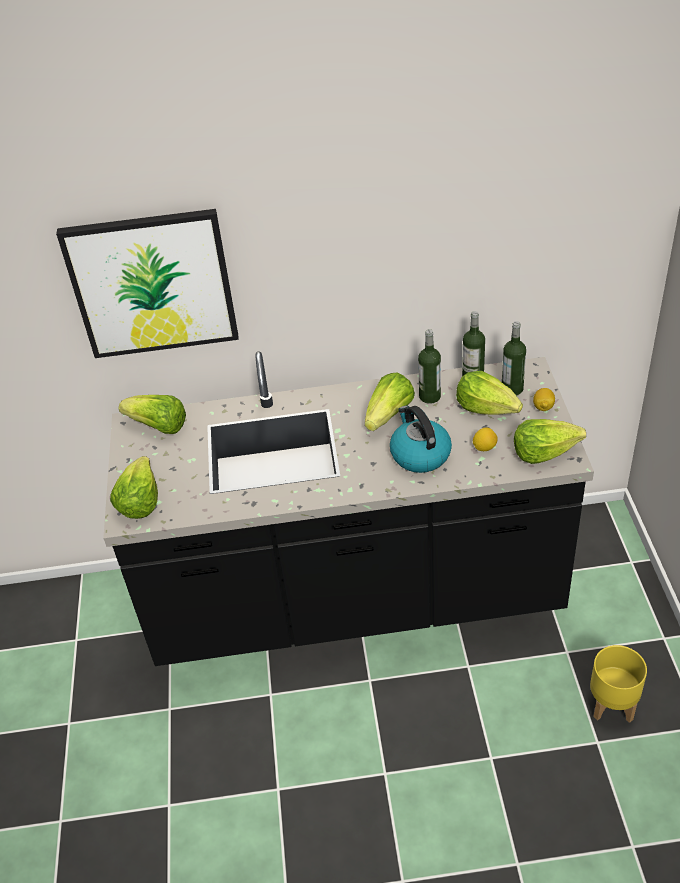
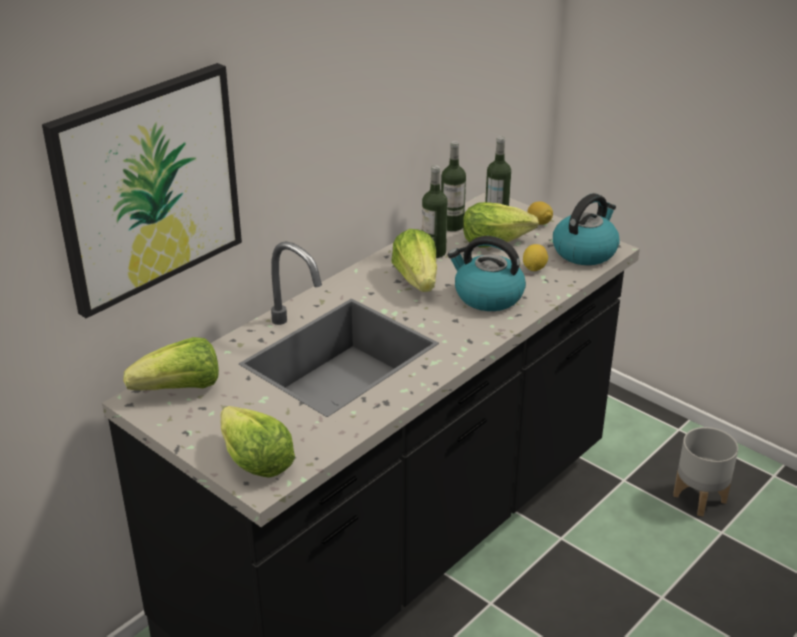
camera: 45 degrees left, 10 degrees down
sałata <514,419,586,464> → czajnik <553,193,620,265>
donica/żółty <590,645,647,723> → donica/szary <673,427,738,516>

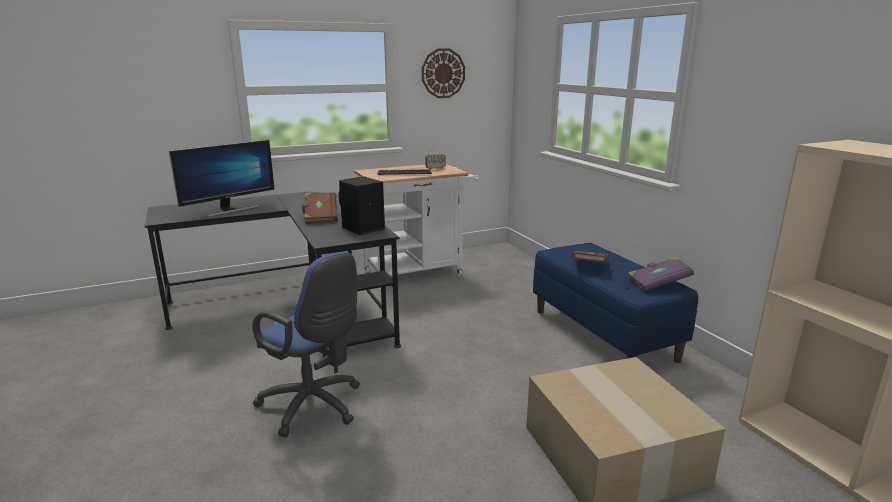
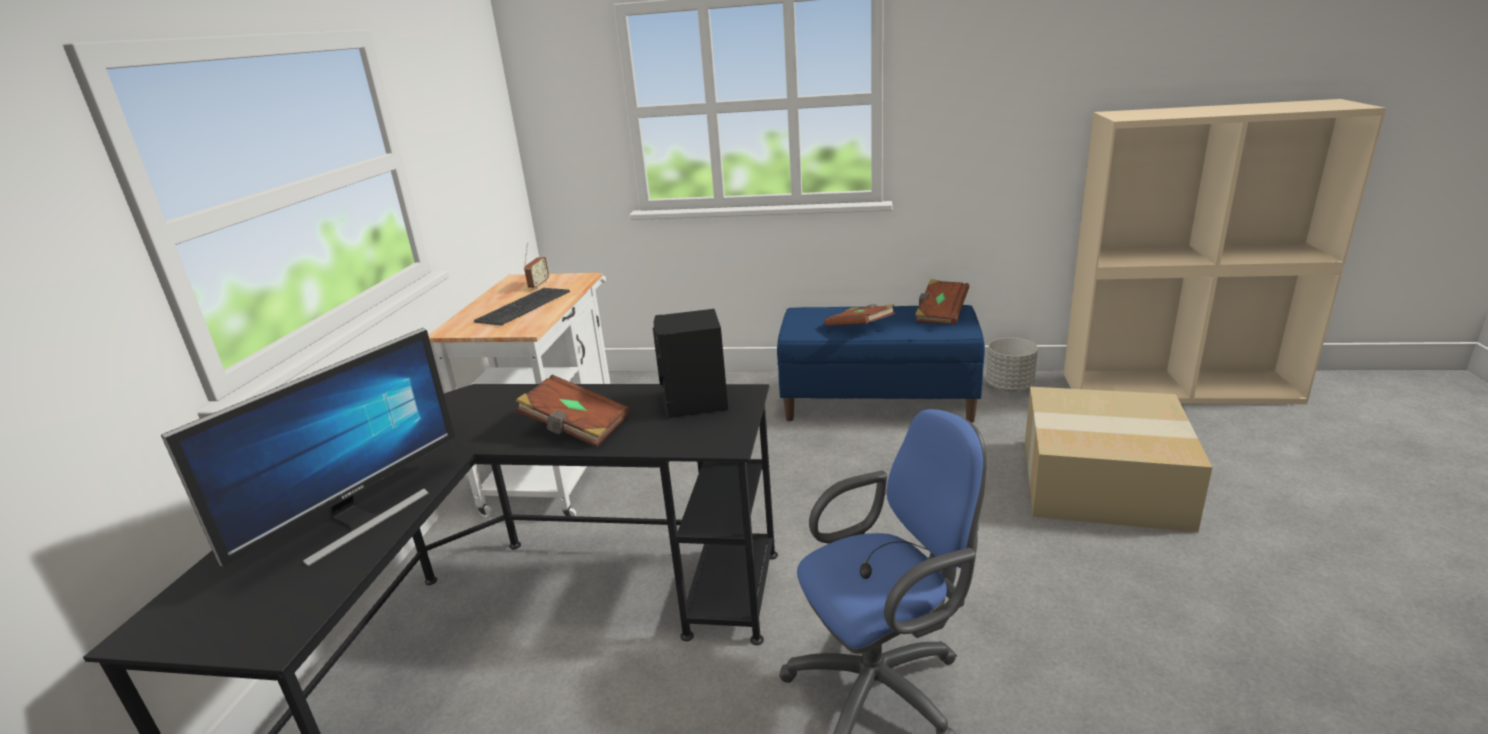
camera: 55 degrees left, 5 degrees up
zegar ścienny <422,48,465,98> → -
- → donica/szary <986,338,1038,391>
książka/fioletowy <628,257,694,292> → książka/brązowy <915,279,969,325>
monitor <169,139,274,217> → monitor <161,328,455,567>, 45 degrees clockwise

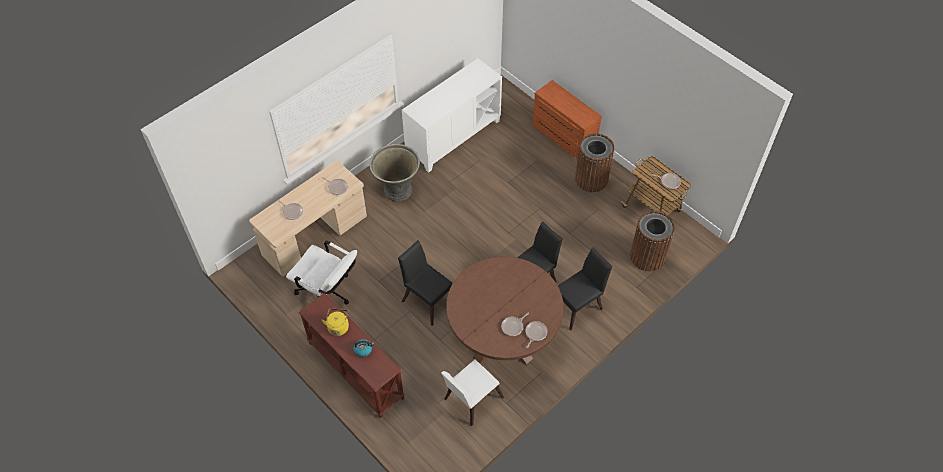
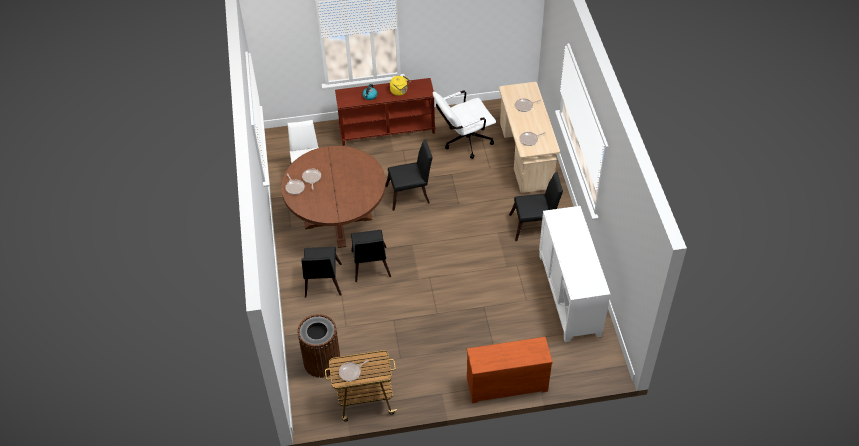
camera: 125 degrees right, 5 degrees down
kosz na śmieci/brązowy <575,133,614,192> → -
donica/szary <369,144,420,202> → krzesło/czarny <509,172,563,241>

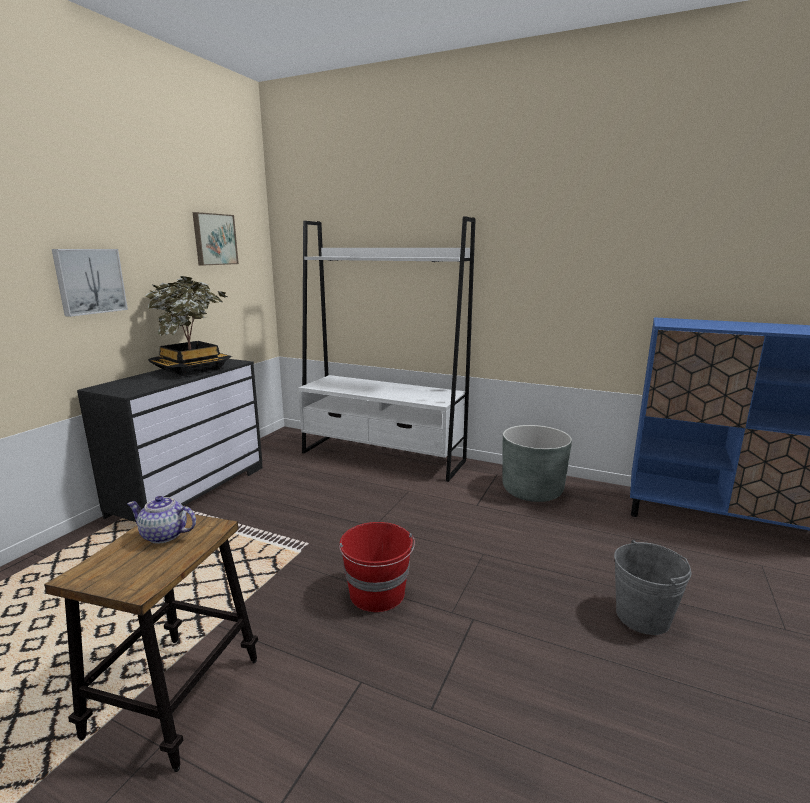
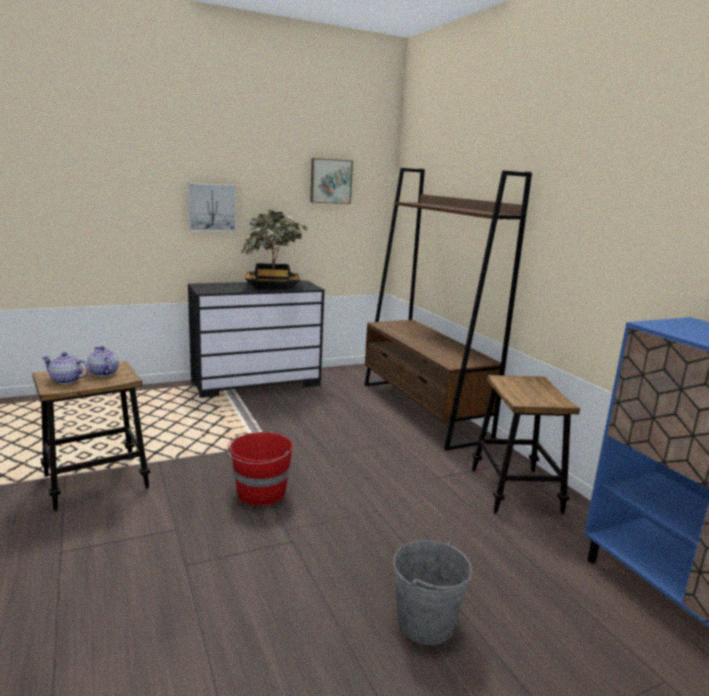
camera: 40 degrees right, 0 degrees up
- → imbryk <41,352,89,384>
donica/szary <502,425,572,502> → stołek <472,375,580,514>
regał/biały <298,216,476,482> → regał/brązowy <365,168,532,451>

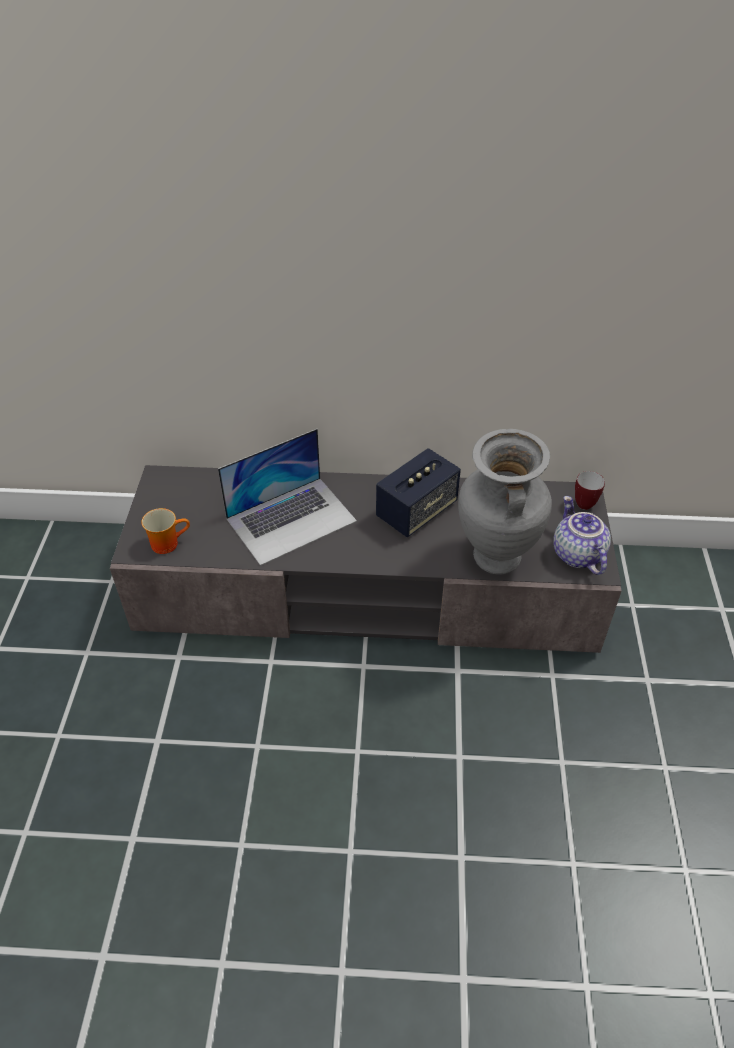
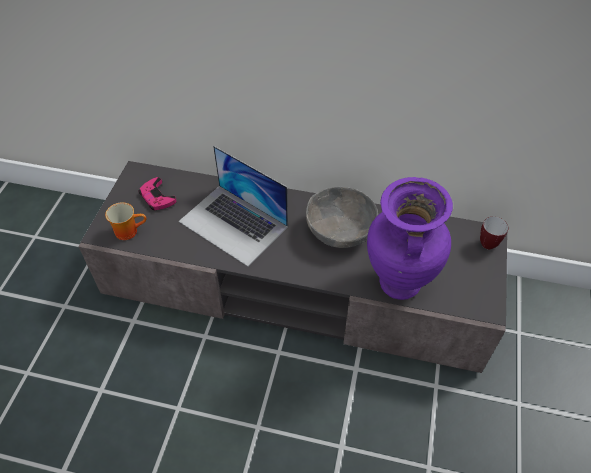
camera: 10 degrees right, 5 degrees up
imbryk <553,496,611,575> → -
- → pad do gier/różowy <139,177,177,210>
głośnik <376,448,461,537> → miska/szary <306,186,378,248>
wazon/szary <458,429,552,575> → wazon/fioletowy <367,177,453,300>
laptop <218,429,357,566> → laptop <179,146,288,266>, 60 degrees clockwise

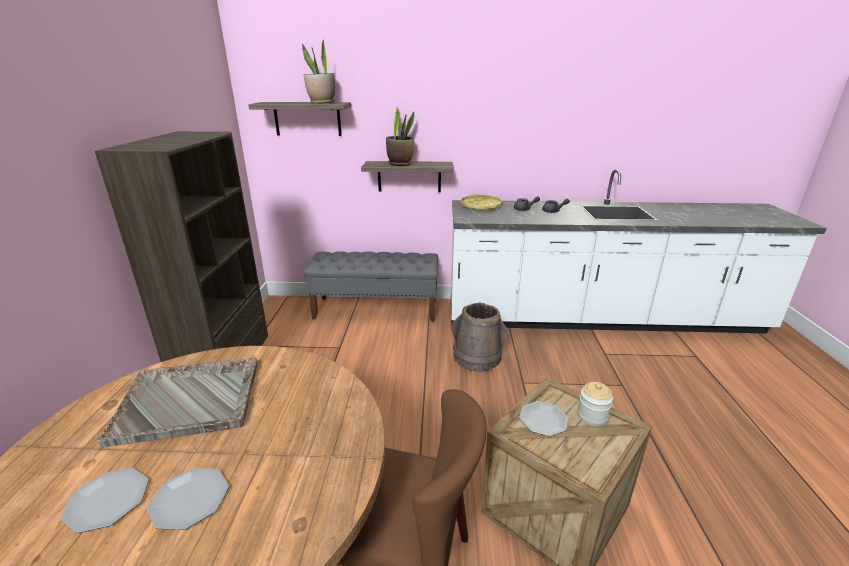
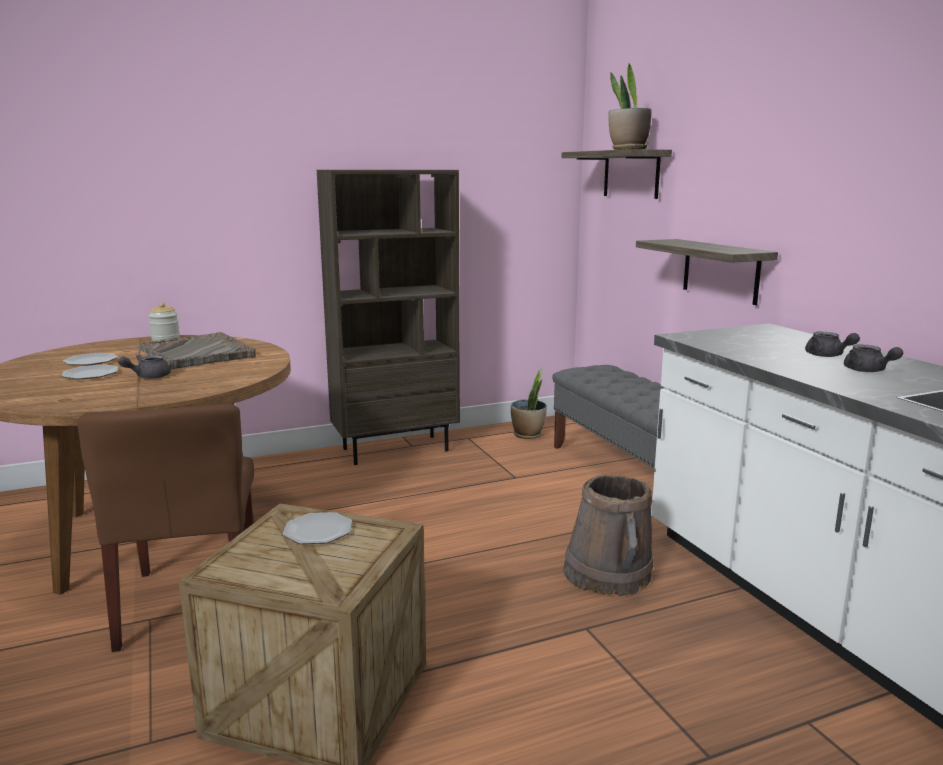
camera: 65 degrees right, 10 degrees down
taca/żółty <461,194,503,211> → -
- → imbryk/szary <118,355,171,379>
roślina doniczkowa <386,107,415,166> → roślina doniczkowa <511,369,547,439>, moved
słoik <577,382,613,426> → słoik <148,302,180,341>, moved

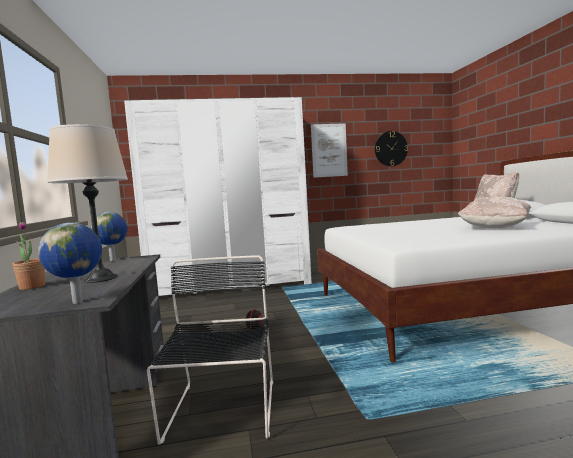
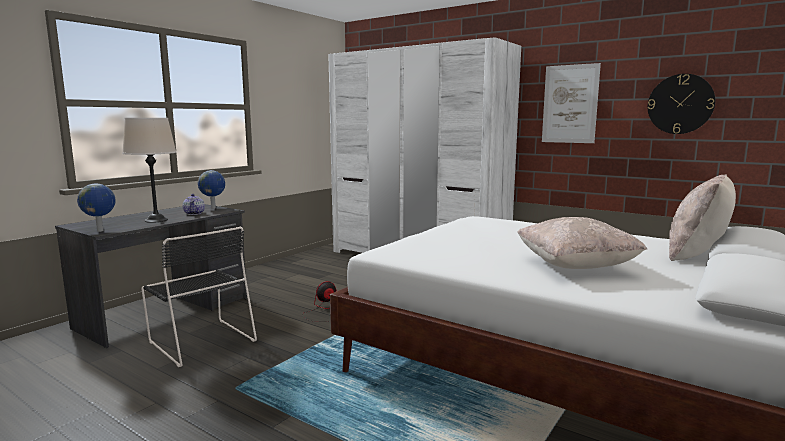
camera: 45 degrees right, 5 degrees up
roślina doniczkowa <13,222,45,290> → -
- → imbryk <183,194,205,215>
krzesło/czarny <147,255,273,445> → krzesło/czarny <141,227,257,367>, 90 degrees clockwise

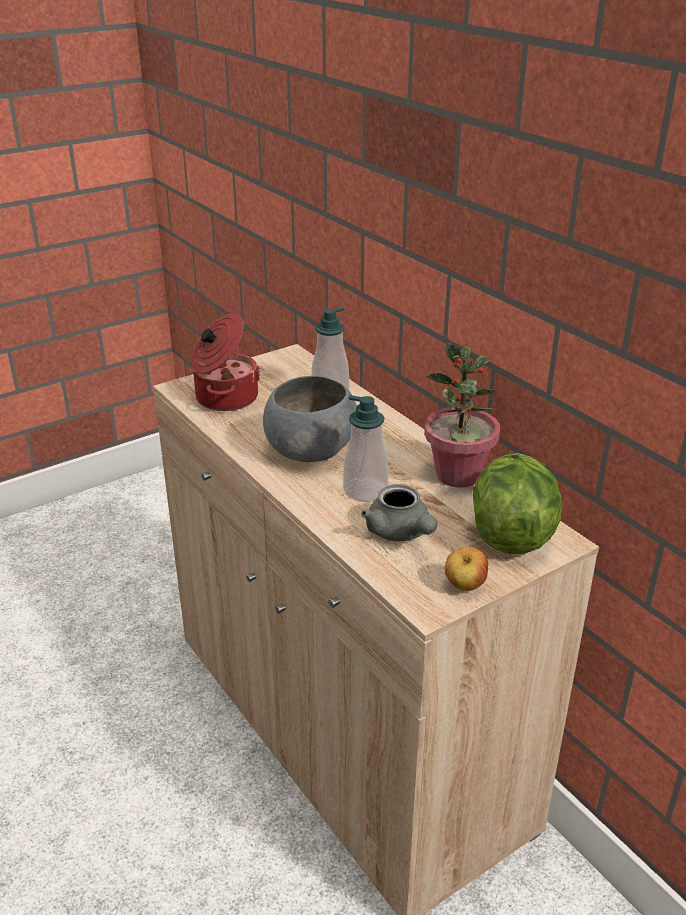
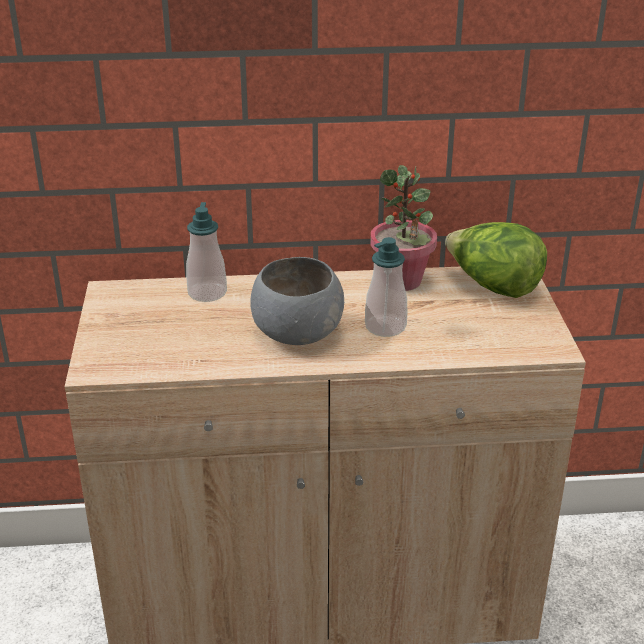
camera: 60 degrees left, 0 degrees up
garnek <191,313,260,411> → -
imbryk/szary <361,484,437,541> → -
jabłko <445,546,488,591> → -

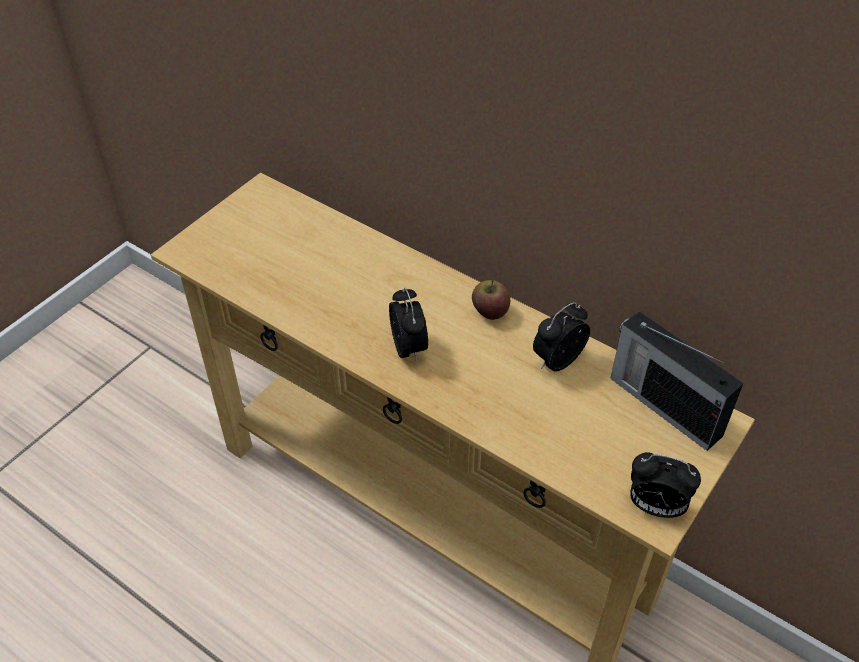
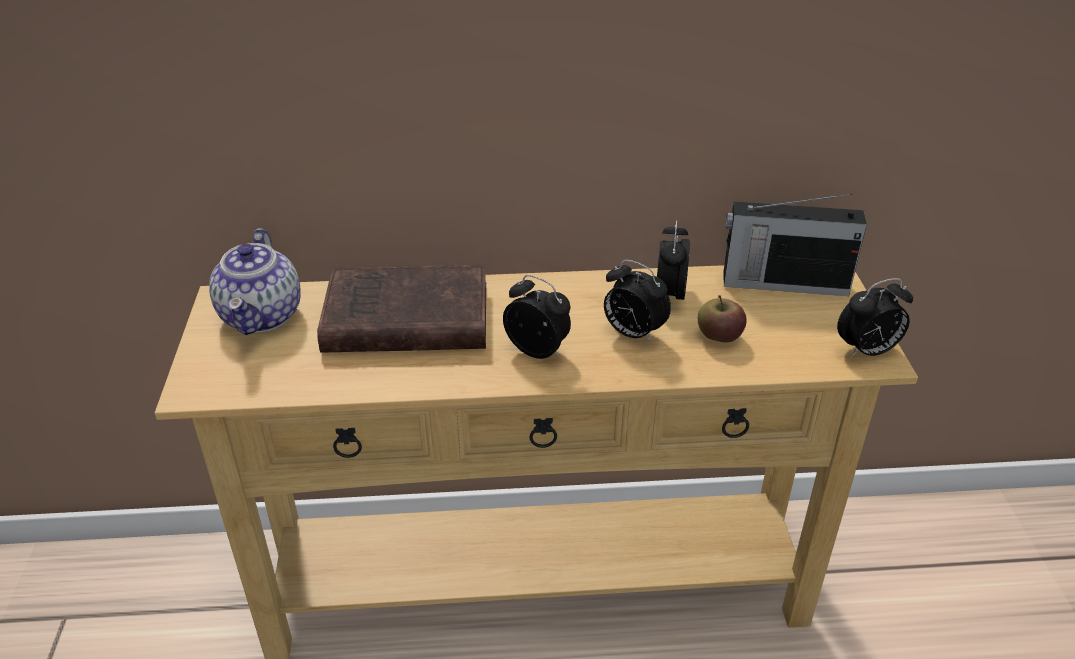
camera: 40 degrees left, 10 degrees down
- → imbryk <209,228,301,335>
- → książka/brązowy <317,265,486,353>
- → budzik <604,260,671,343>
jabłko <472,279,510,320> → jabłko <698,295,746,342>, moved

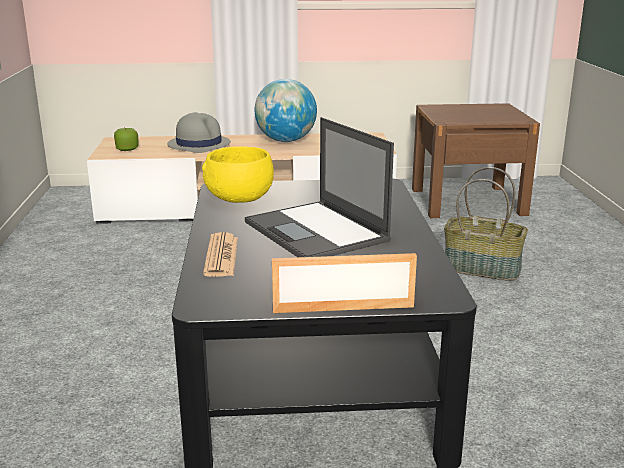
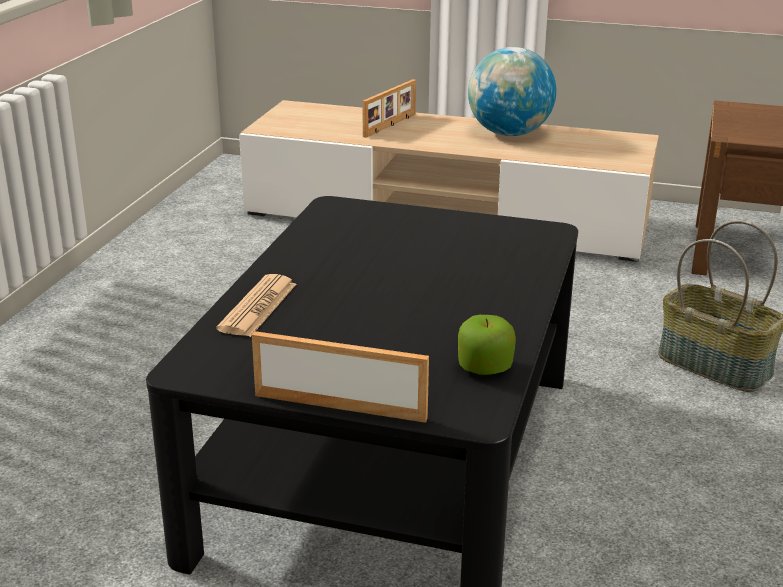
camera: 20 degrees right, 5 degrees up
miska/żółty <202,146,274,203> → -
laptop <245,117,394,257> → -
jabłko <114,128,138,151> → jabłko <458,315,516,375>, moved
kapelusz/szary <167,112,231,153> → ramka na zdjęcie <362,79,416,138>

